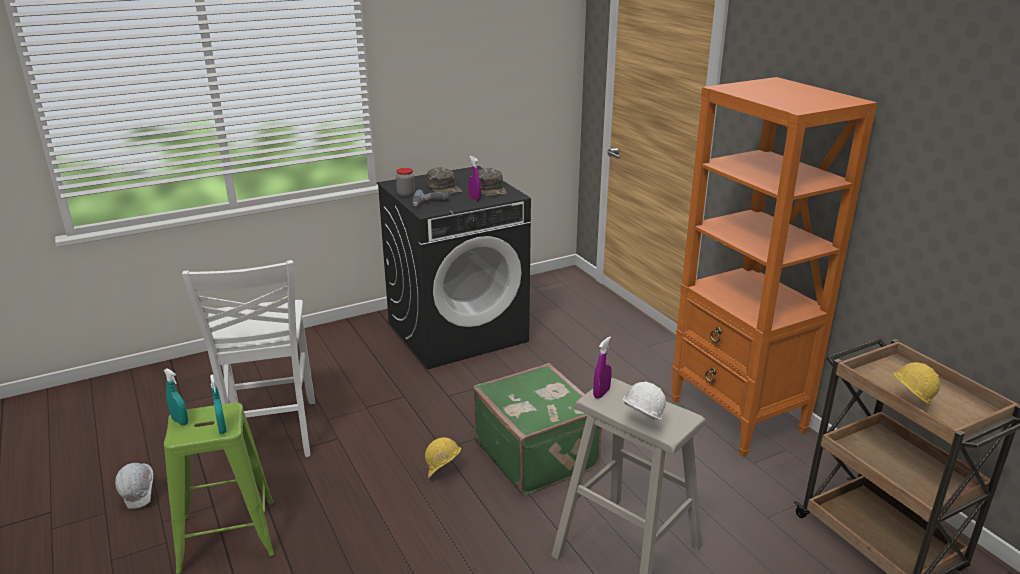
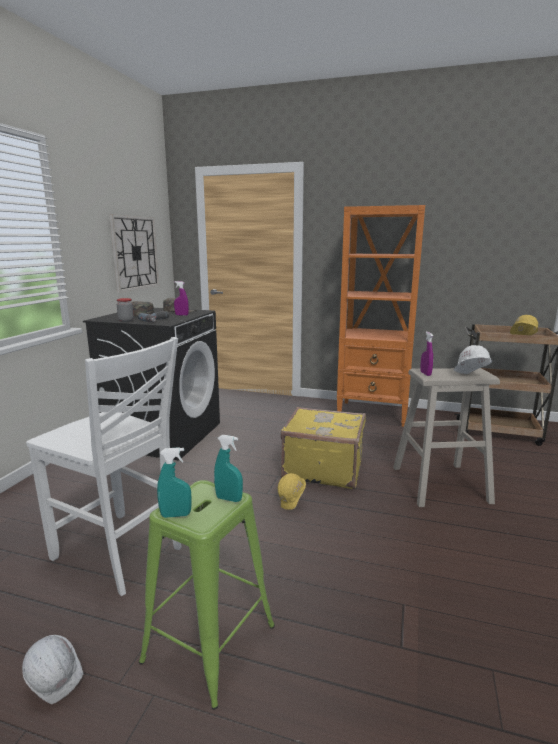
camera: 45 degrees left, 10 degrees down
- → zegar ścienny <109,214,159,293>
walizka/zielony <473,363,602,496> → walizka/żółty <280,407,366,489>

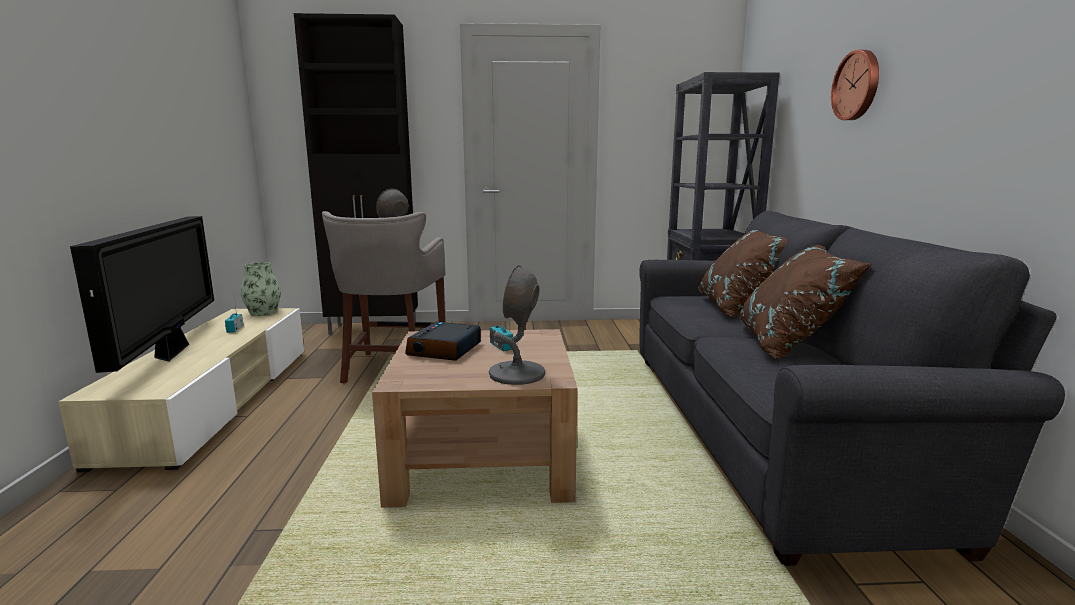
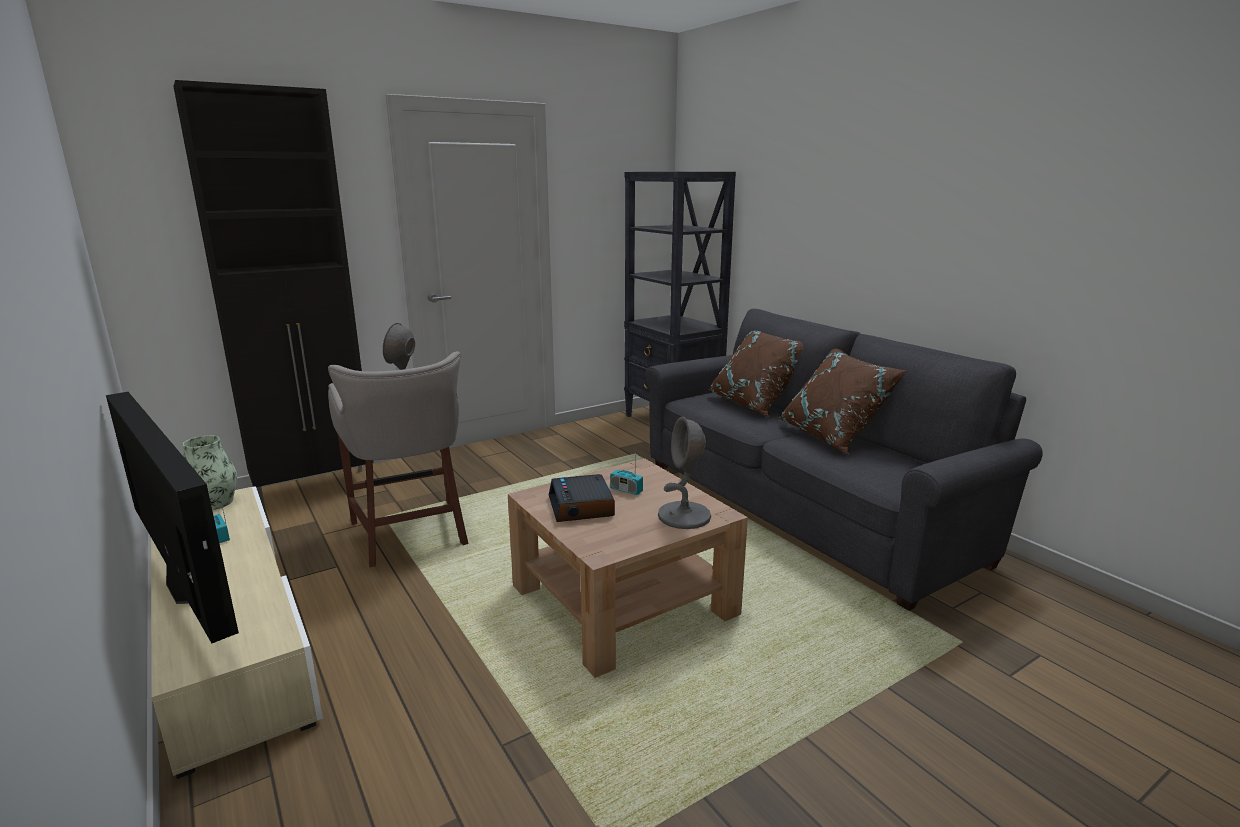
camera: 30 degrees left, 5 degrees up
zegar ścienny <831,50,879,120> → -

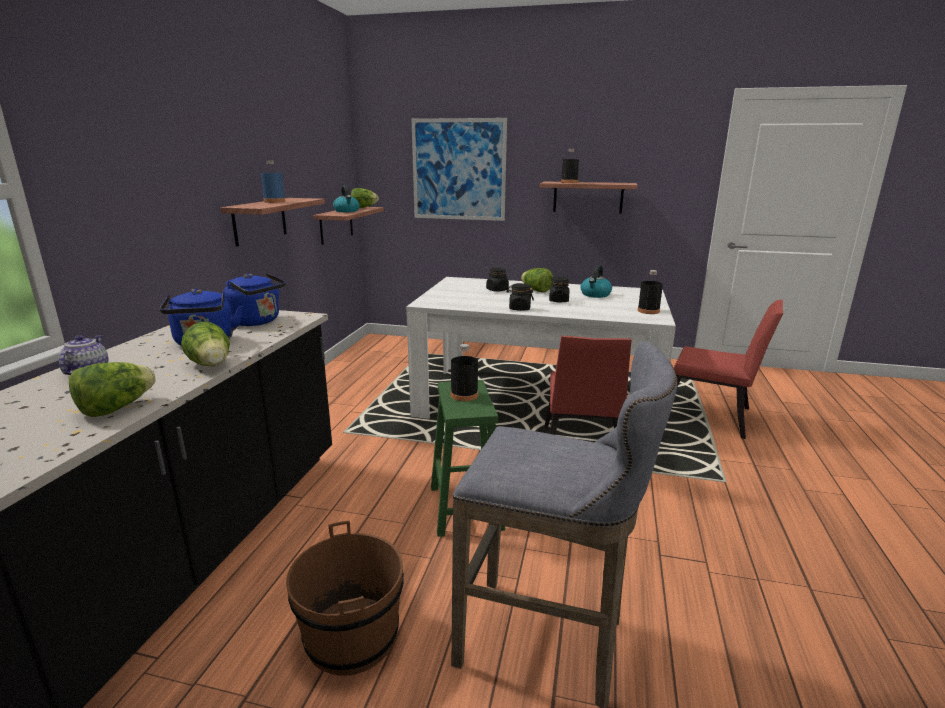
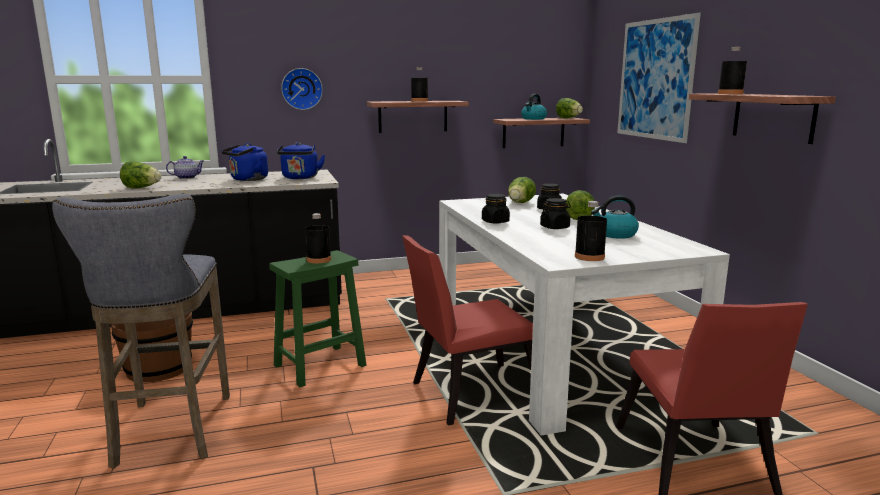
camera: 60 degrees right, 5 degrees down
- → zegar ścienny <281,68,323,110>
sałata <181,322,230,366> → sałata <508,177,536,203>, moved
butelka/niebieski <261,160,285,203> → butelka/czarny <411,67,428,101>

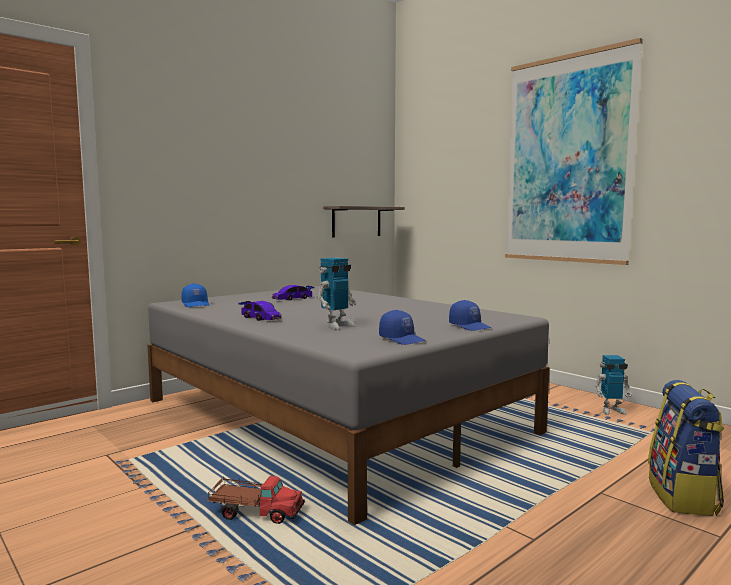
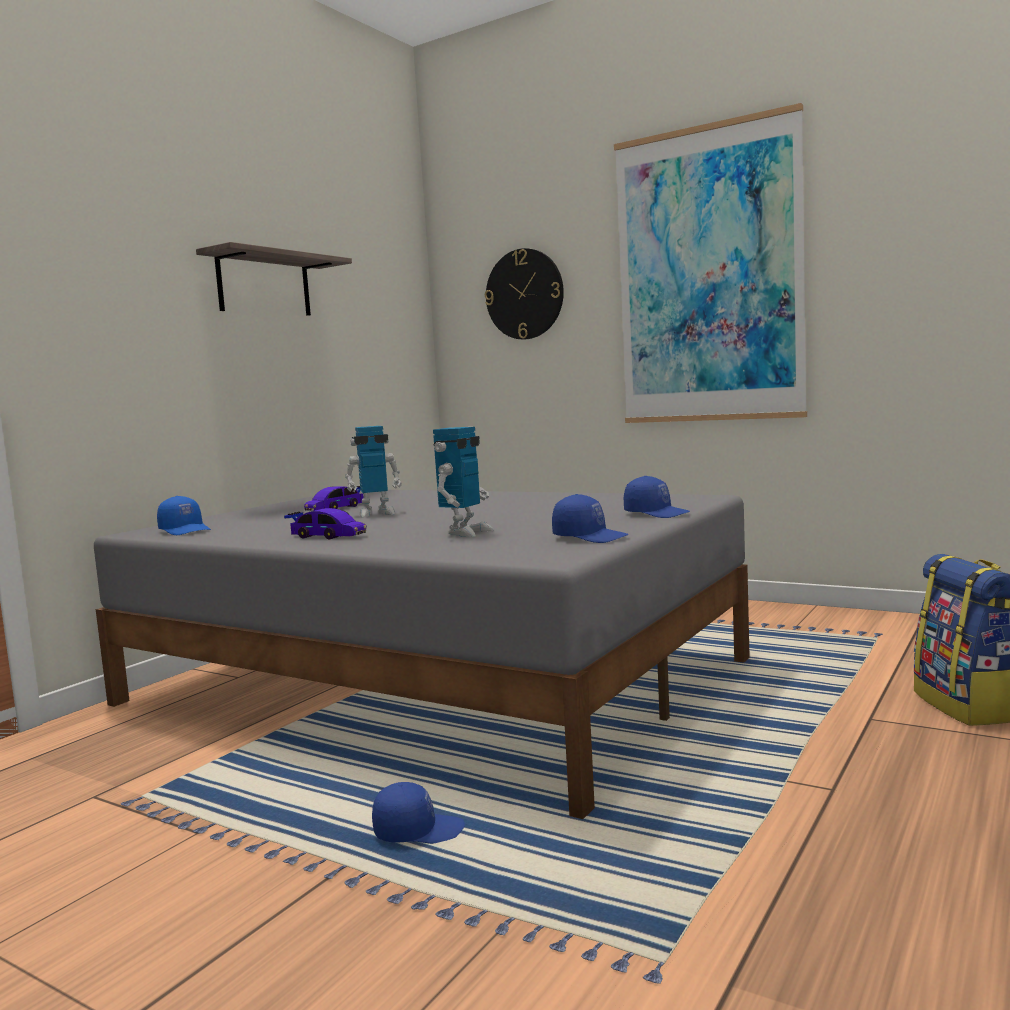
camera: 15 degrees left, 0 degrees up
- → zegar ścienny <485,248,564,339>
półka <323,206,405,237> → półka <196,242,352,316>, moved
robot zabawkowy <595,355,632,415> → robot zabawkowy <345,426,402,518>, moved
ciężarówka zabawkowa <207,476,305,524> → czapka z daszkiem/niebieski <372,782,465,844>

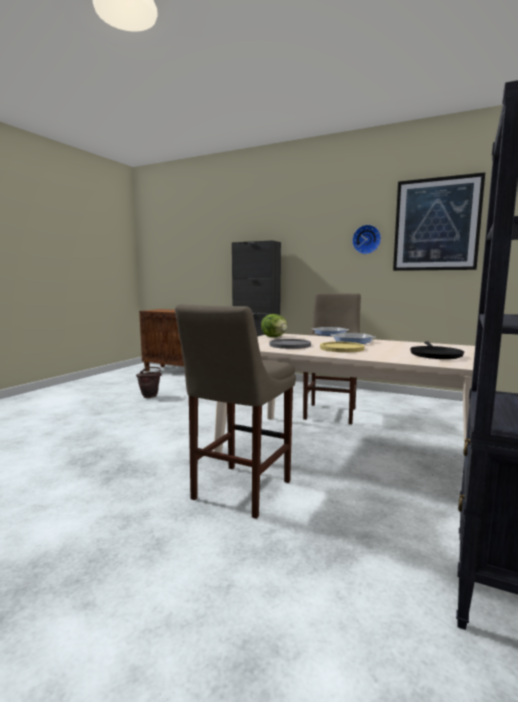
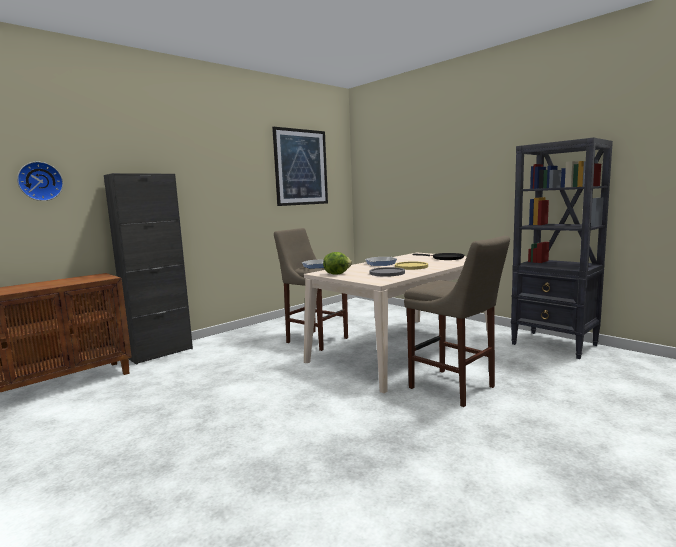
camera: 70 degrees left, 0 degrees up
wiadro/brązowy <136,367,162,398> → -
zegar ścienny <352,225,381,254> → zegar ścienny <17,162,63,201>, moved

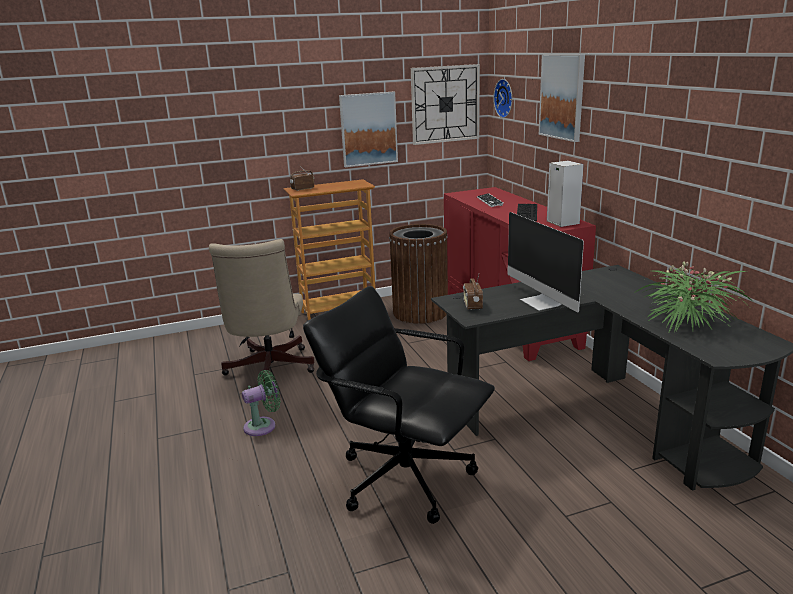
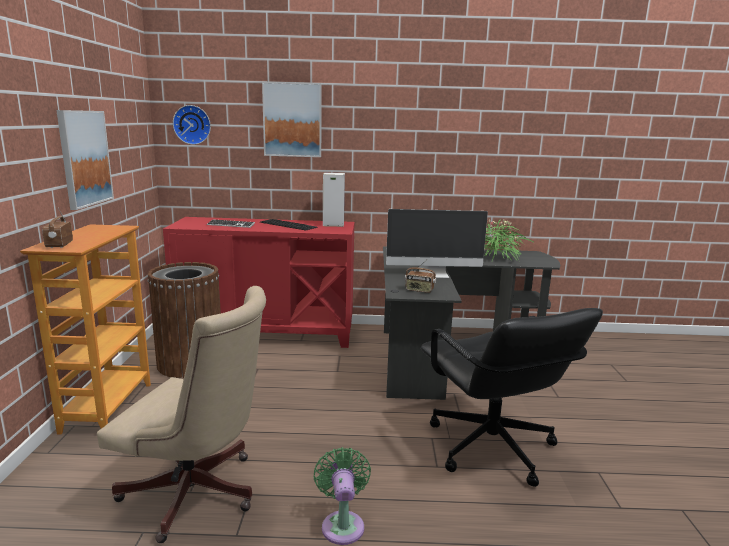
camera: 70 degrees left, 5 degrees down
zegar ścienny <411,64,480,145> → -
krzesło biurowe/czarny <303,286,495,524> → krzesło biurowe/czarny <421,308,603,487>, 75 degrees counterclockwise

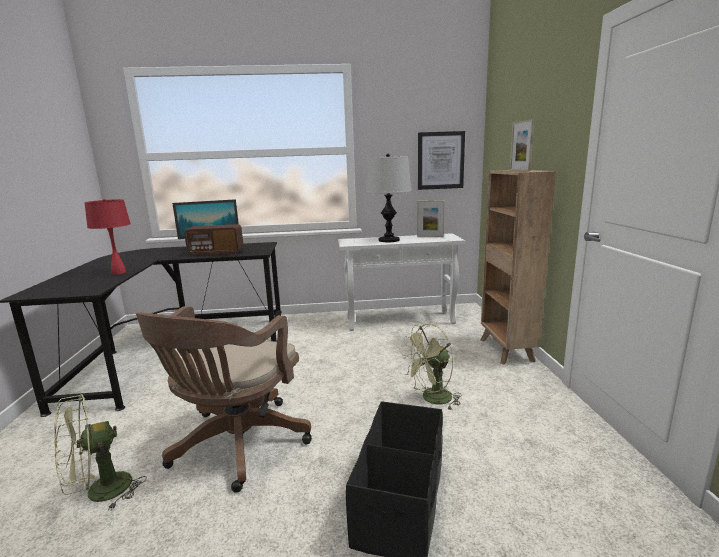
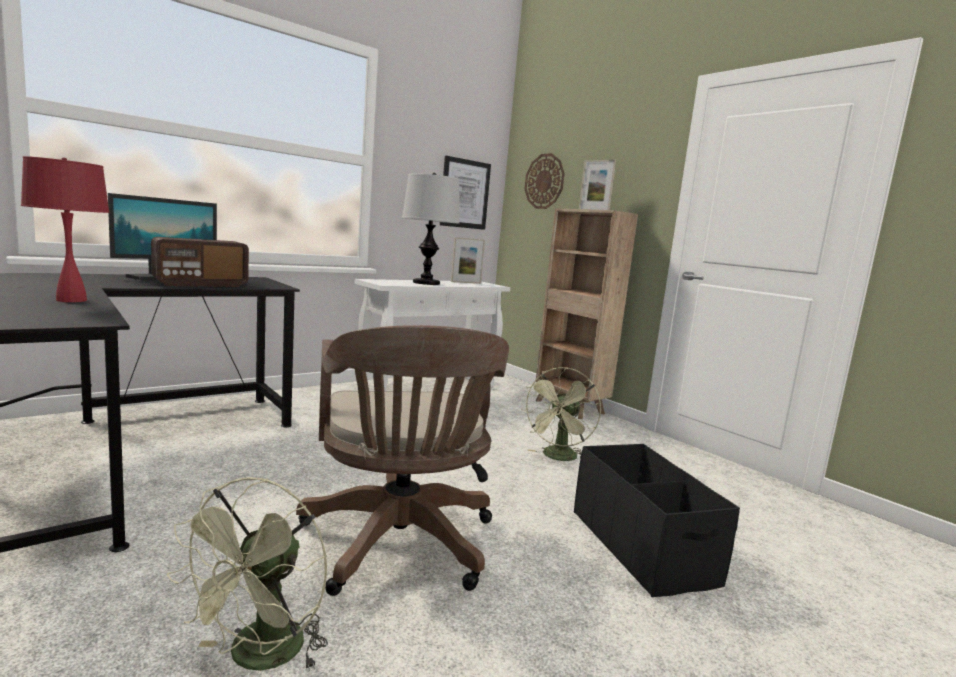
camera: 35 degrees left, 5 degrees down
- → zegar ścienny <524,153,565,209>

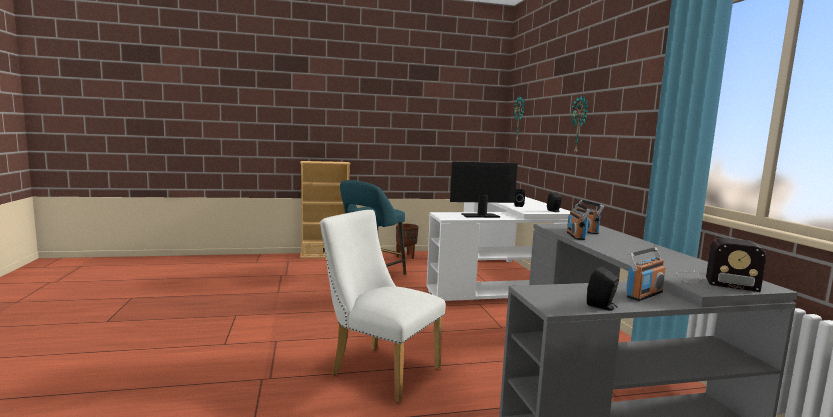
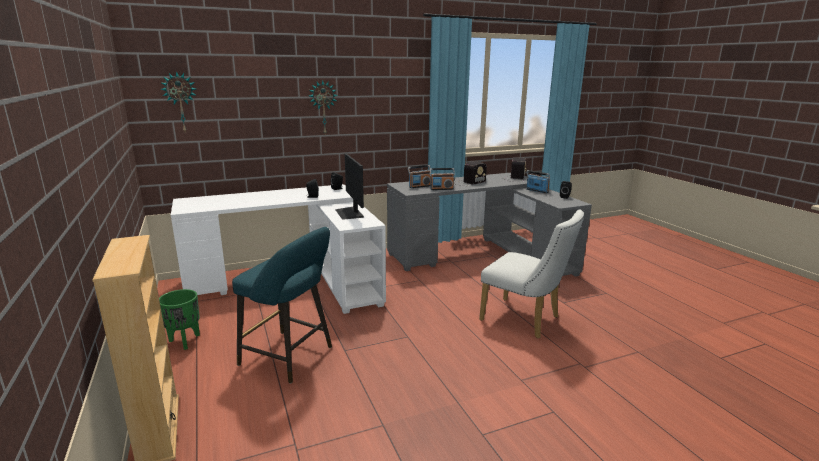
camera: 100 degrees left, 10 degrees up
- → radio <454,161,487,186>
donica/brązowy <396,224,419,259> → donica/zielony <159,289,200,350>
krzesło/biały <320,210,446,403> → krzesło/biały <479,210,584,338>, 75 degrees counterclockwise

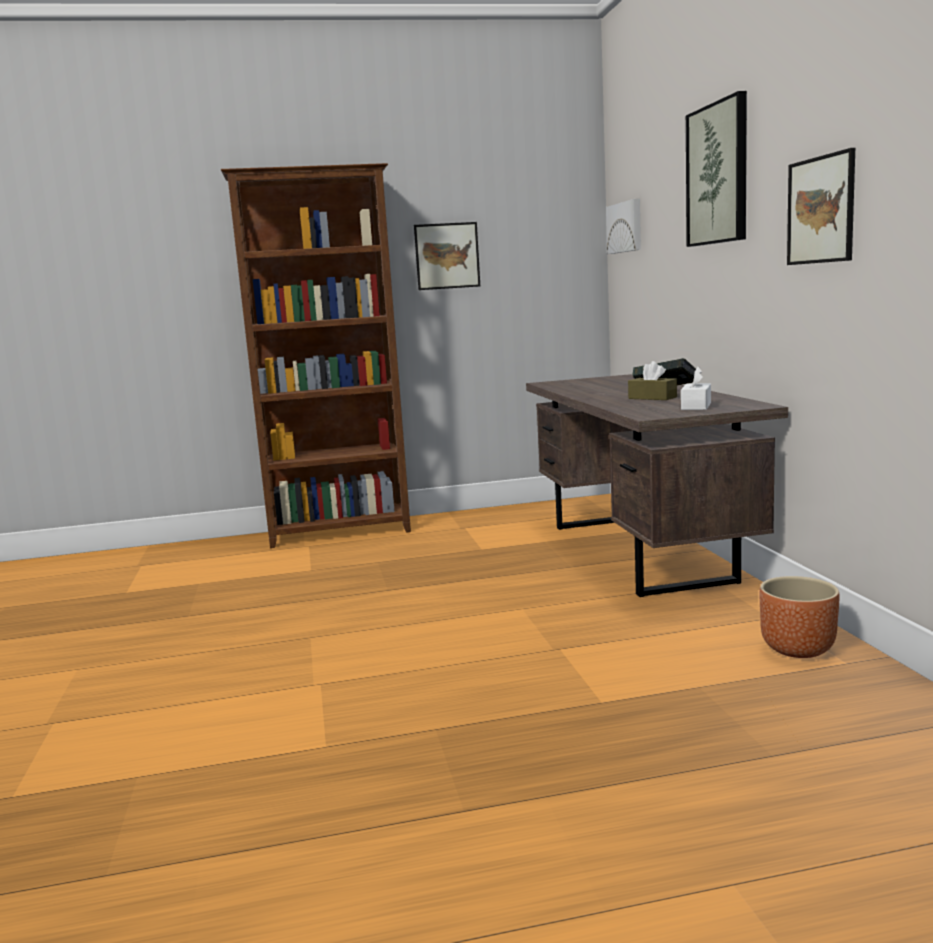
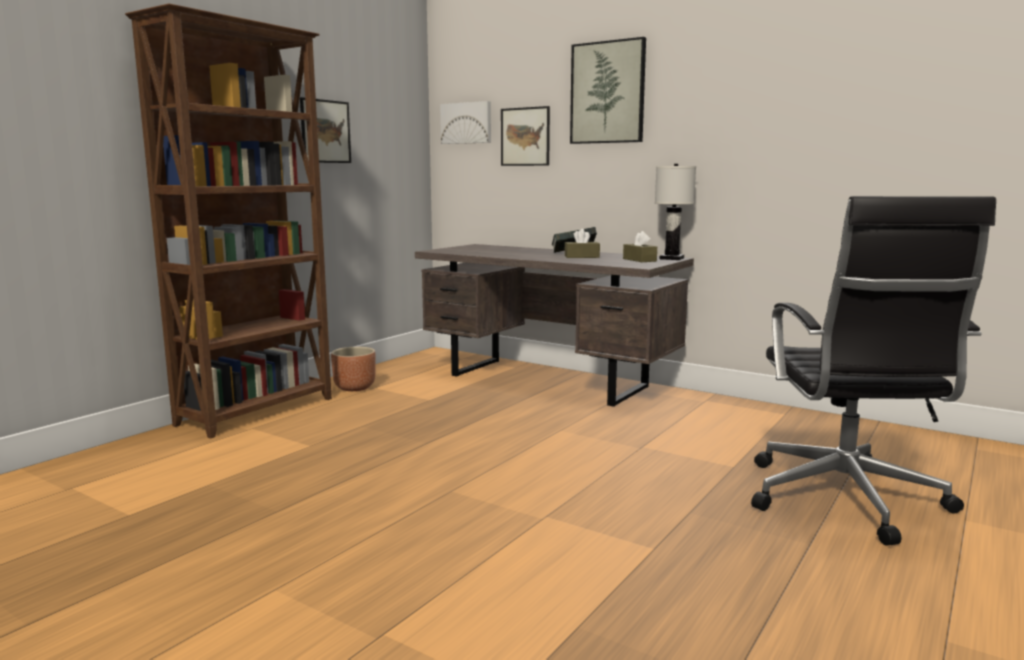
camera: 45 degrees left, 0 degrees up
- → lampa stołowa/biały <655,164,696,260>
- → krzesło biurowe/czarny <751,196,996,546>
donica/brązowy <760,576,840,658> → donica/brązowy <331,347,375,391>, moved
obraz <787,148,855,265> → obraz <501,106,550,166>, moved
pudełko chusteczek/biały <681,367,711,410> → pudełko chusteczek/brązowy <623,231,657,262>

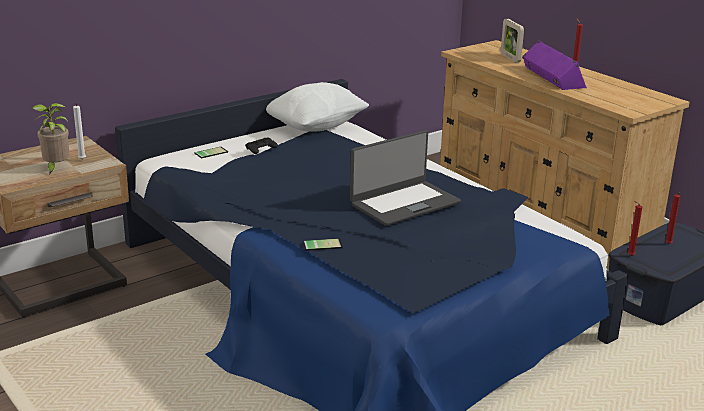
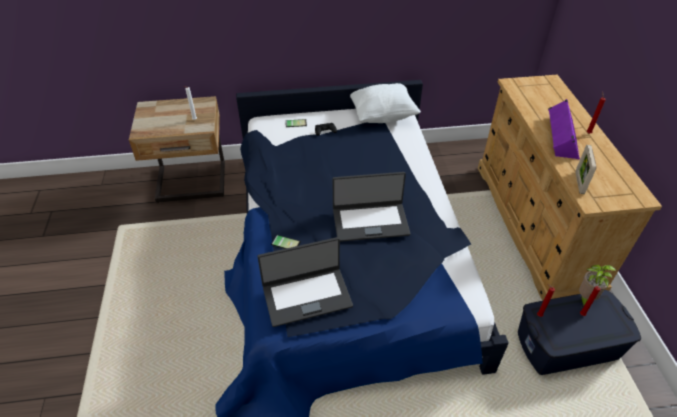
camera: 30 degrees right, 20 degrees up
- → laptop <257,237,353,327>
roślina doniczkowa <32,103,69,175> → roślina doniczkowa <579,265,616,307>, moved
ramka na zdjęcie <501,19,524,63> → ramka na zdjęcie <576,145,596,194>, moved

